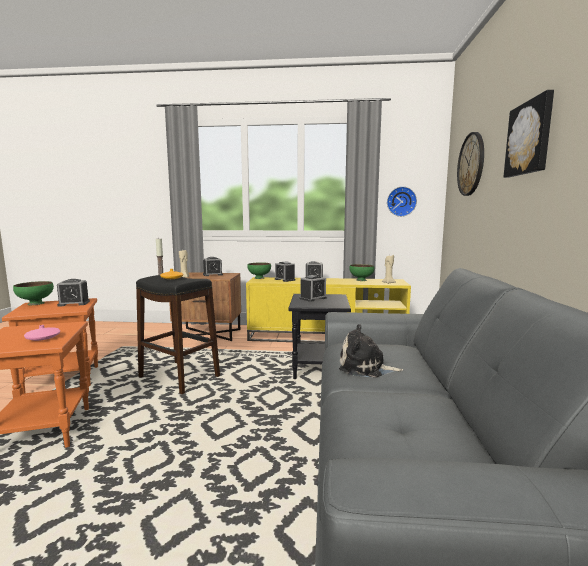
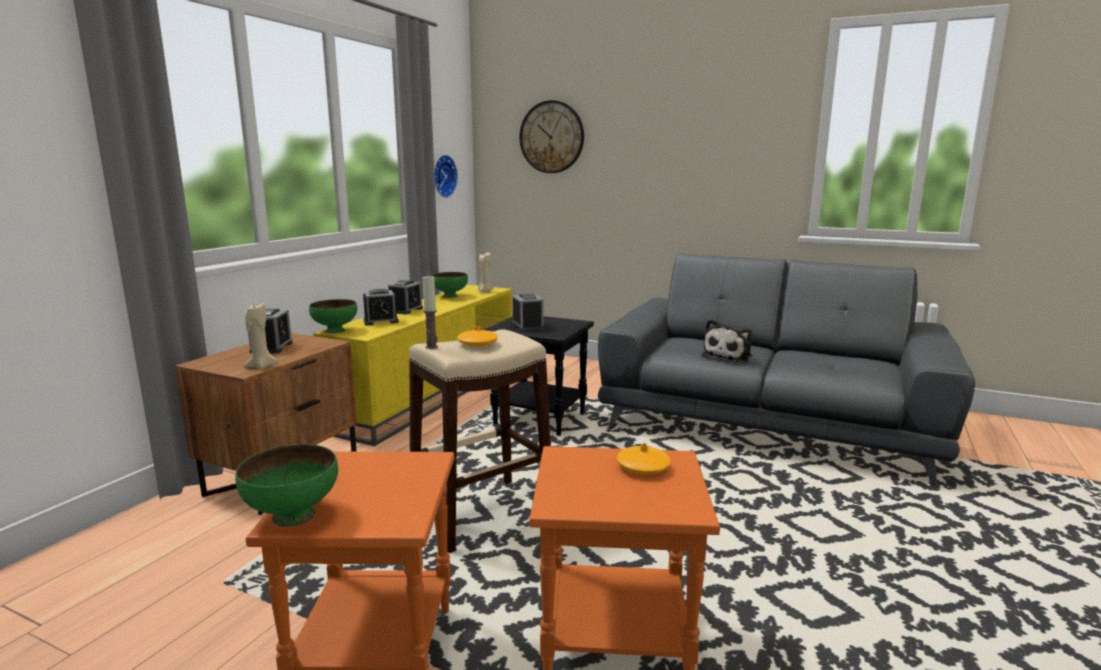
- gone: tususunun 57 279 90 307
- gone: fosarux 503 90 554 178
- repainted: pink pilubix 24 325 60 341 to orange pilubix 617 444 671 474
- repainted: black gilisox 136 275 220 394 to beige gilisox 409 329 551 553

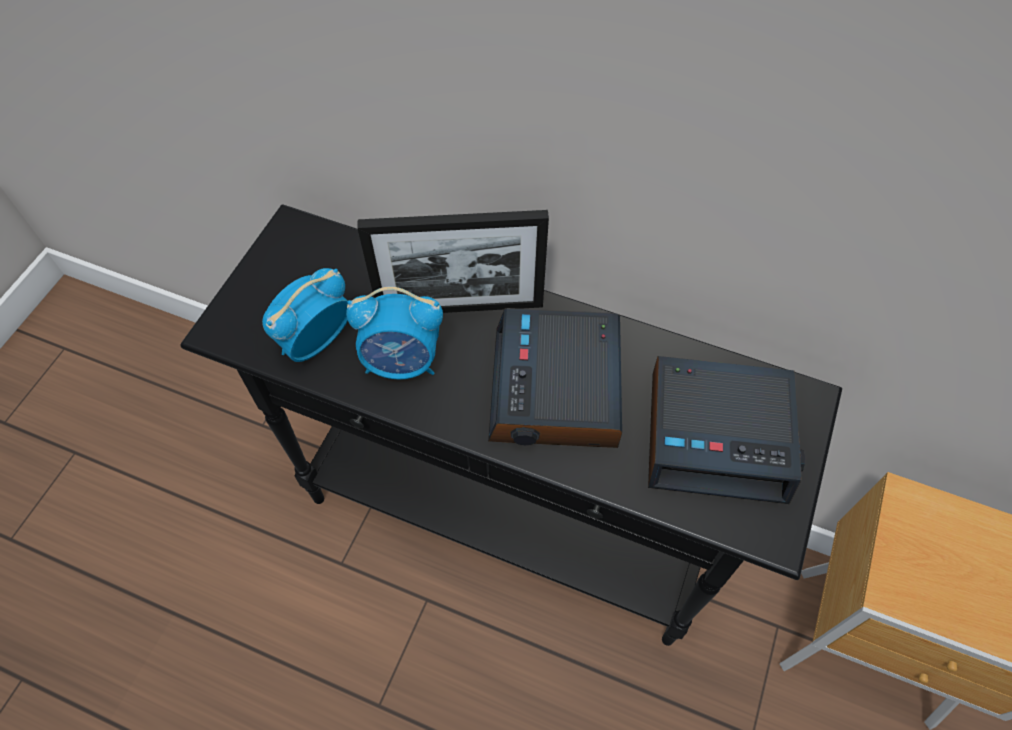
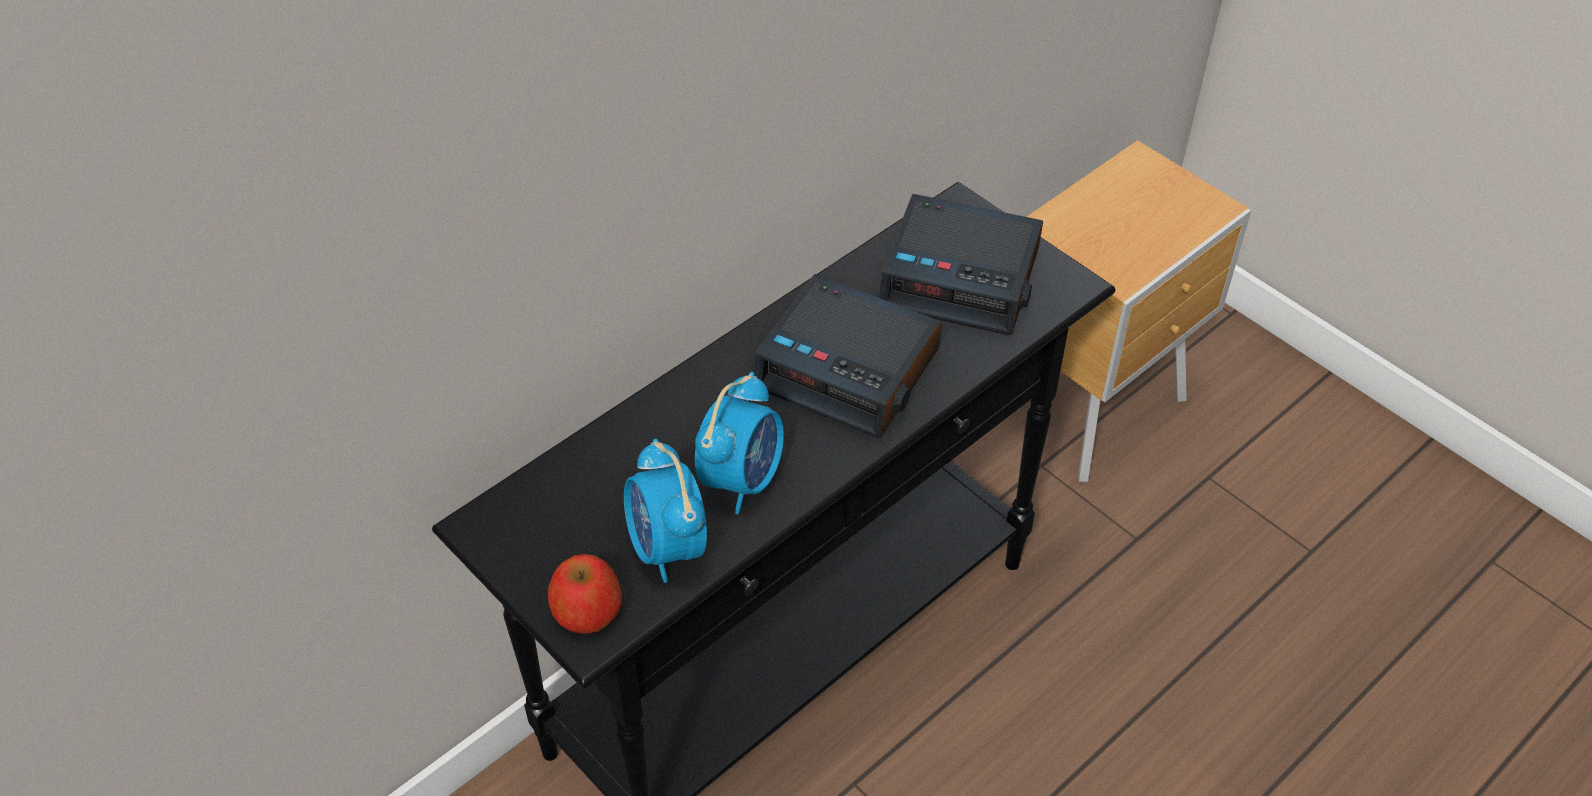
- gone: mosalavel 357 210 549 313
- new: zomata 548 554 622 634
- rotated: tususunun 648 356 805 504 = 879 194 1043 335 75 degrees clockwise

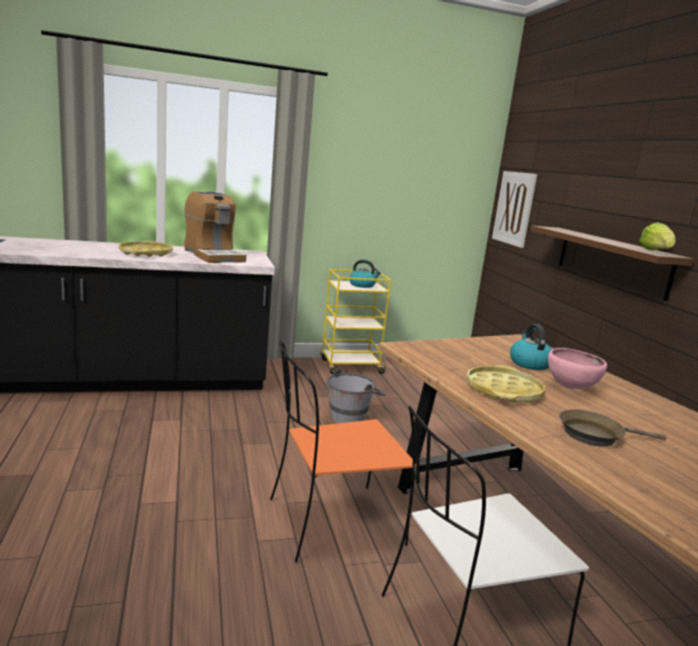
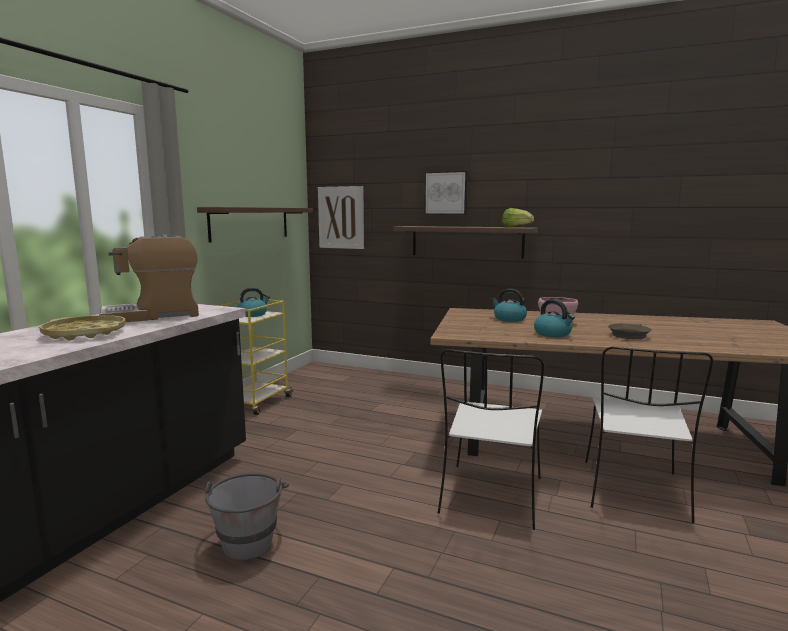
- new: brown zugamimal 197 207 313 243
- new: fosarux 424 171 468 215
- shifted: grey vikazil 326 369 386 424 to 204 473 289 561
- swapped: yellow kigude 466 365 545 403 to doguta 534 299 575 337
- repainted: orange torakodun 270 341 413 563 to white torakodun 438 349 544 530
- rotated: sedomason 184 191 246 263 = 99 234 199 322 150 degrees clockwise

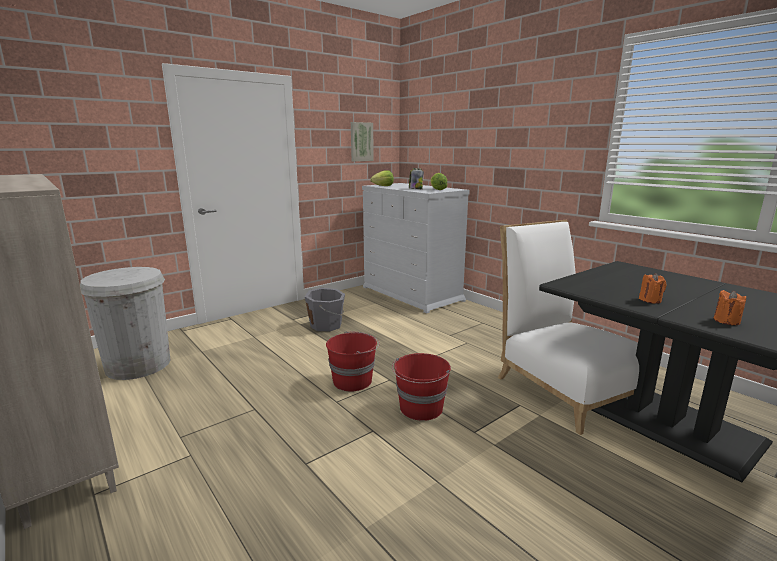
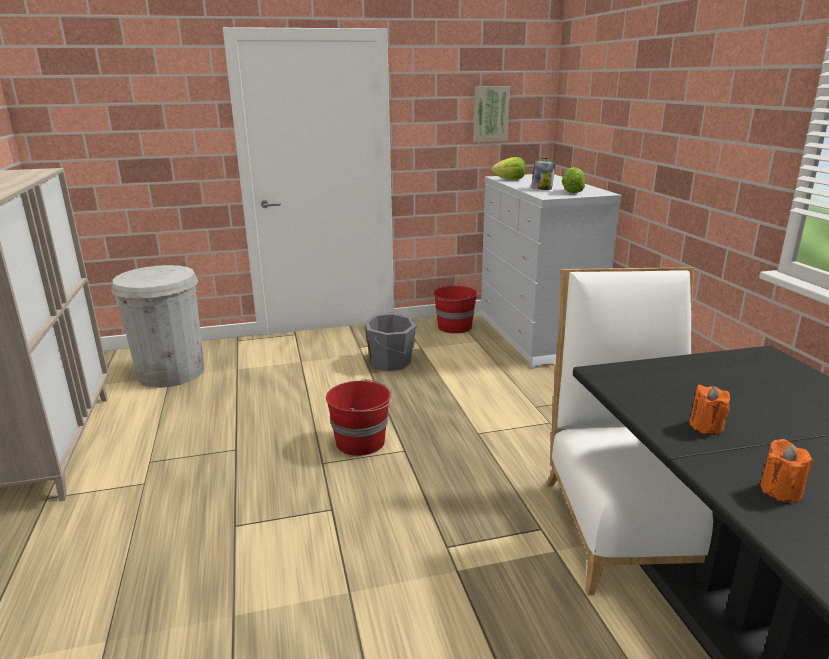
- shifted: red vikazil 392 353 451 421 to 431 286 477 334

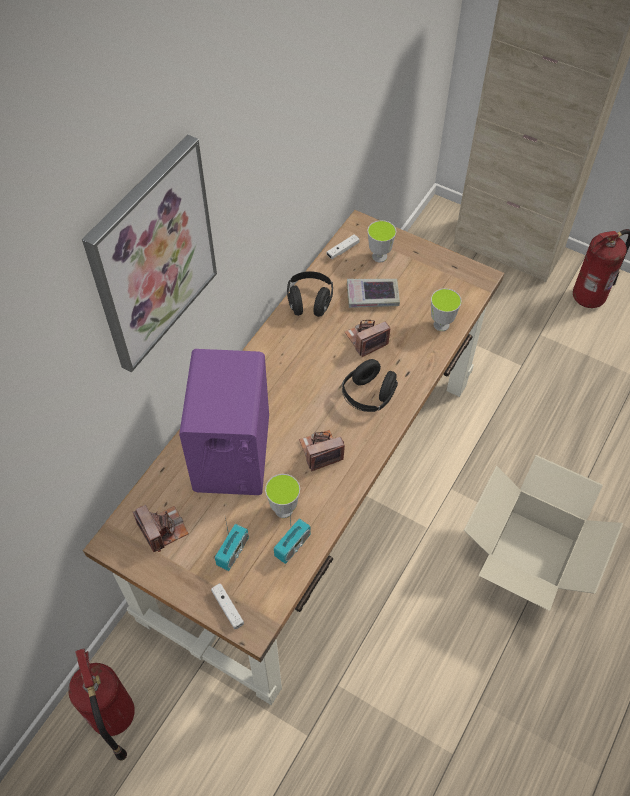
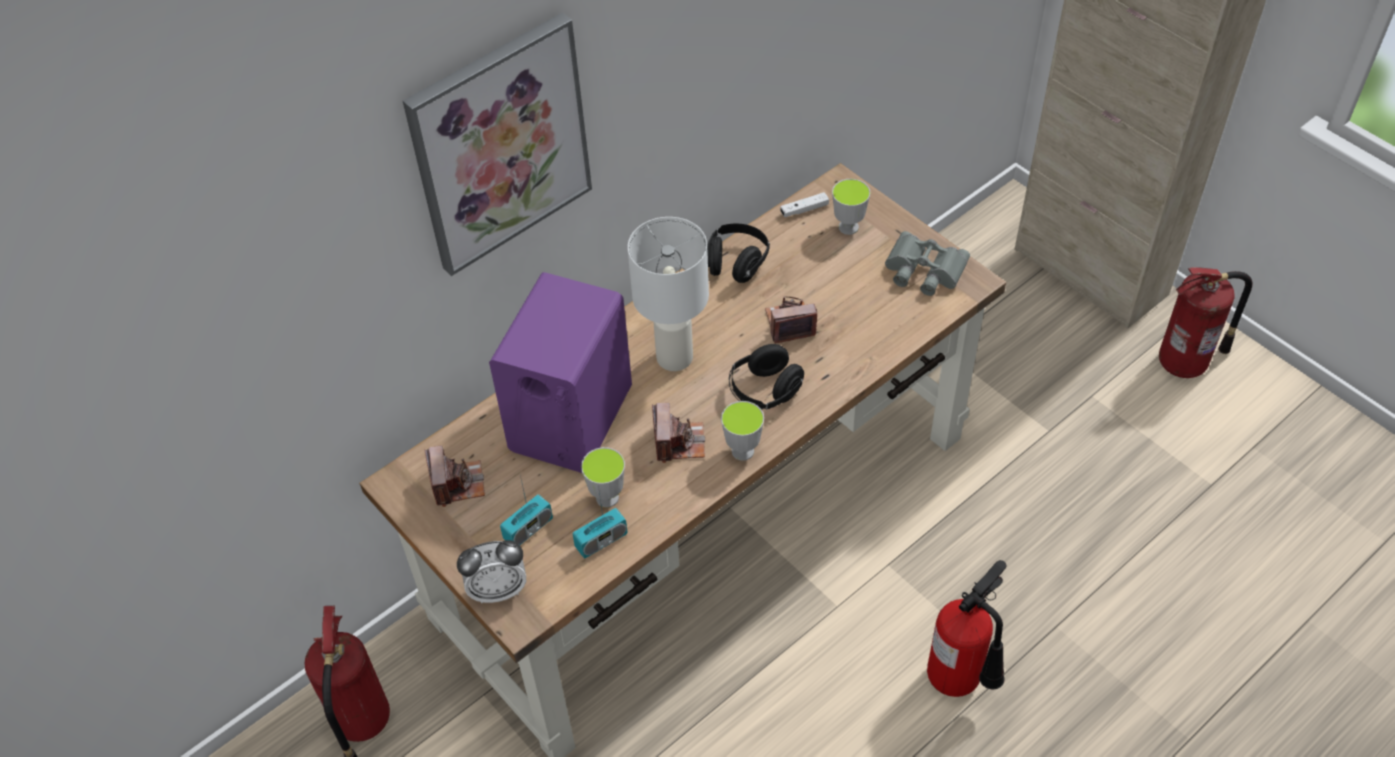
- gone: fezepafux 347 279 400 308
- new: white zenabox 628 217 709 371
- new: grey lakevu 885 231 970 296
- shifted: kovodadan 431 288 461 331 to 721 401 764 461
- swapped: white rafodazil 211 583 244 629 to tususunun 457 540 526 603
- swapped: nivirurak 464 455 623 611 to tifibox 927 560 1006 697
- rotated: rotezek 299 430 345 472 = 652 403 705 463 90 degrees clockwise

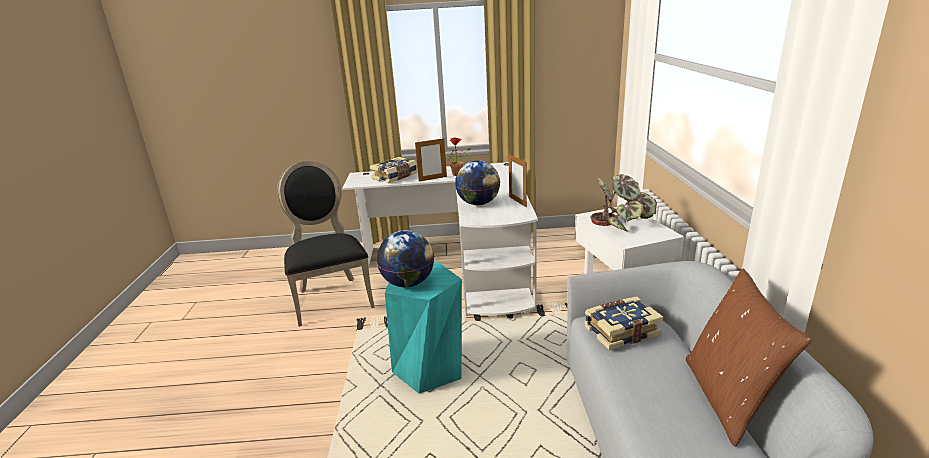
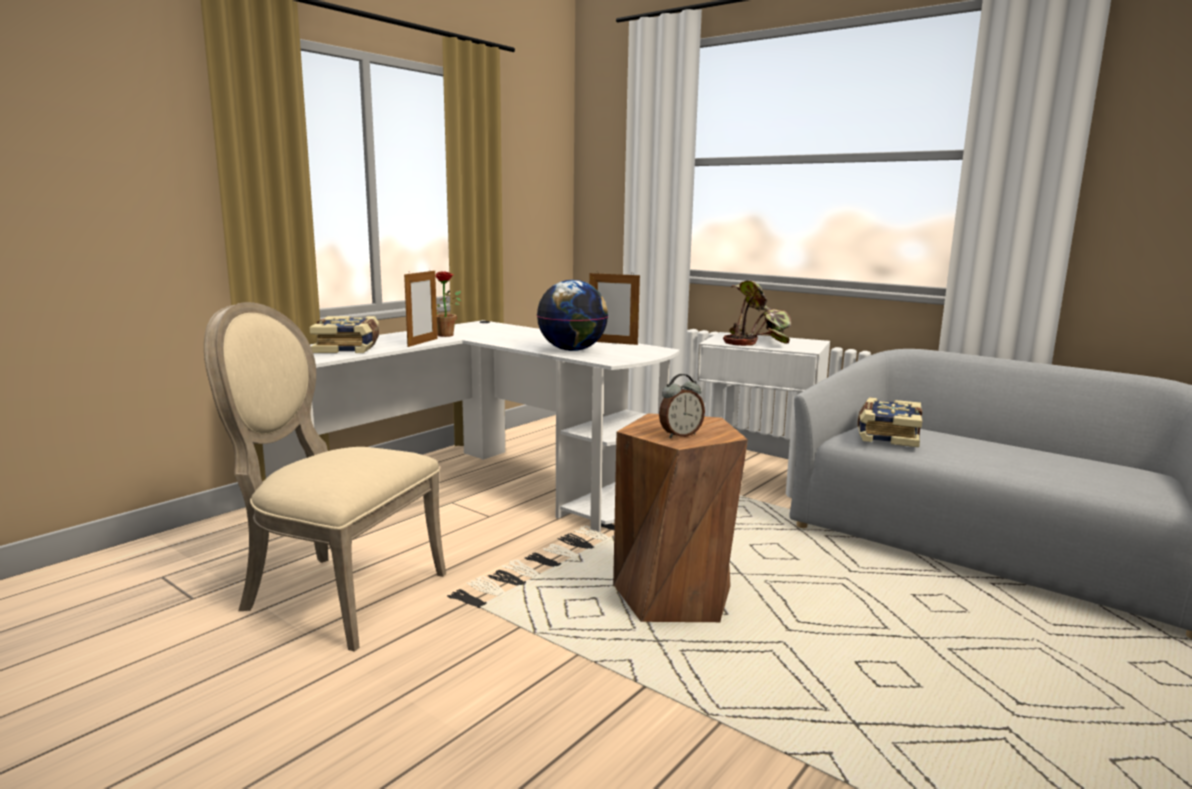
- gone: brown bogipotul 686 268 811 447
- swapped: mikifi 377 230 434 287 to tususunun 659 374 705 438
- repainted: black torakodun 277 161 375 327 to beige torakodun 204 302 446 652
- repainted: turquoise gilisox 385 262 462 394 to brown gilisox 613 413 748 622

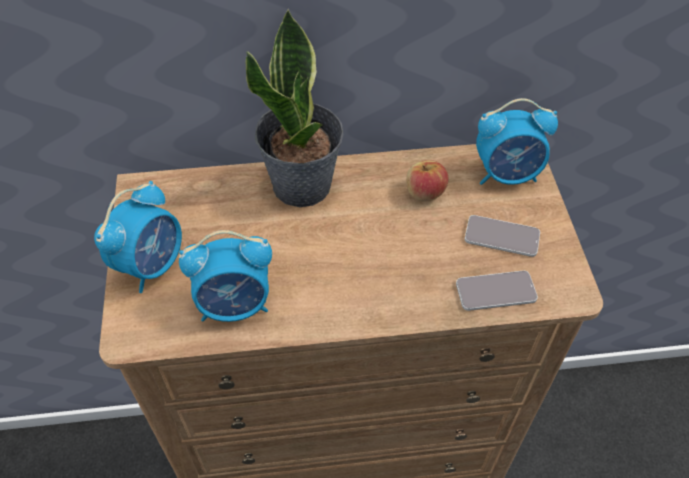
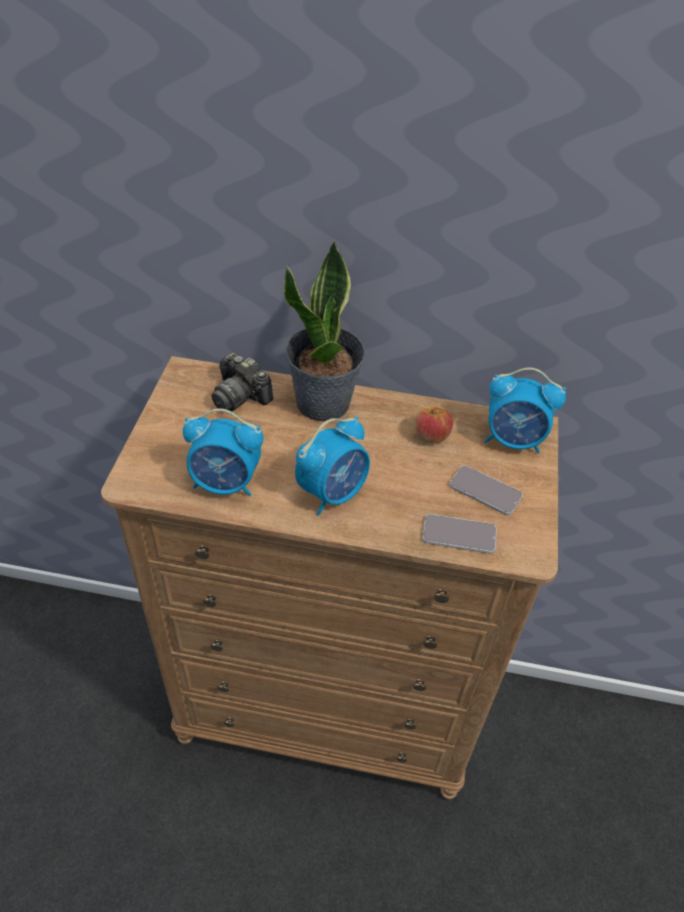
- new: rotezek 211 352 273 411
- shifted: tususunun 94 181 182 293 to 295 416 370 515

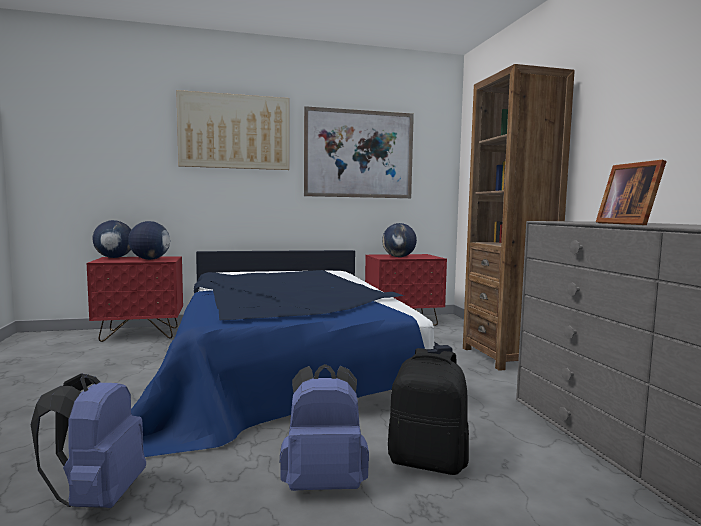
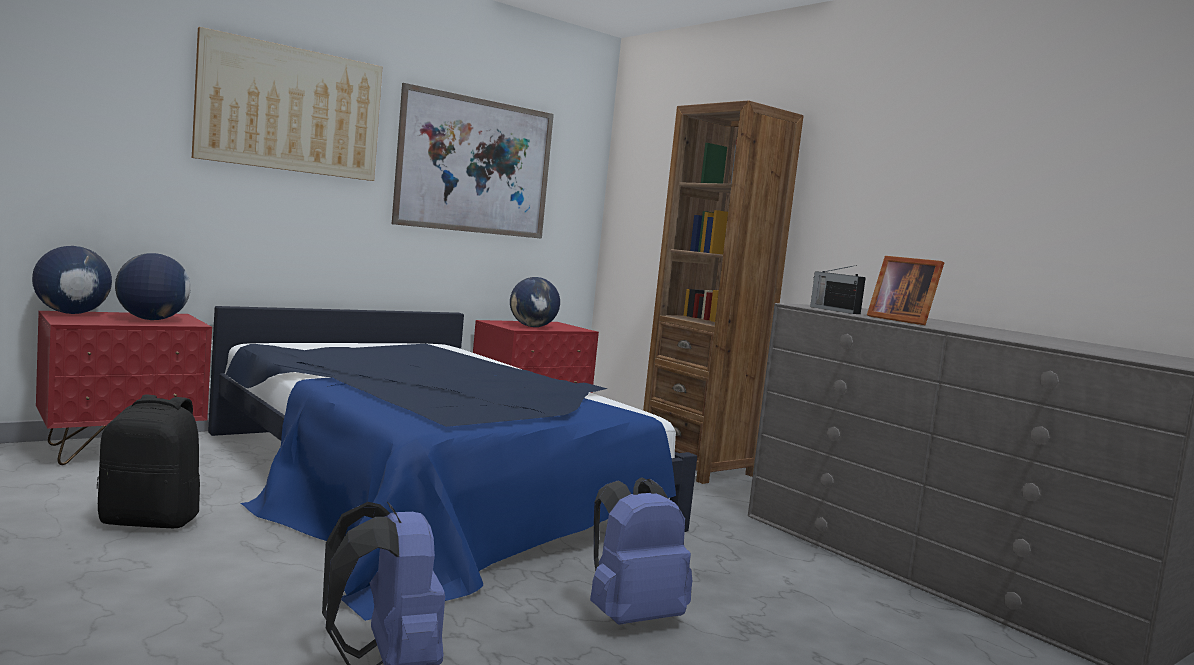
- new: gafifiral 810 265 866 314
- shifted: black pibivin 388 348 469 475 to 97 395 200 528

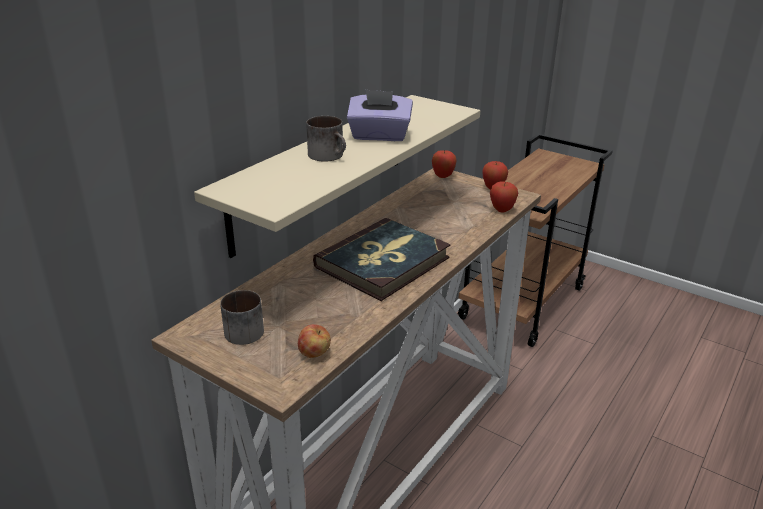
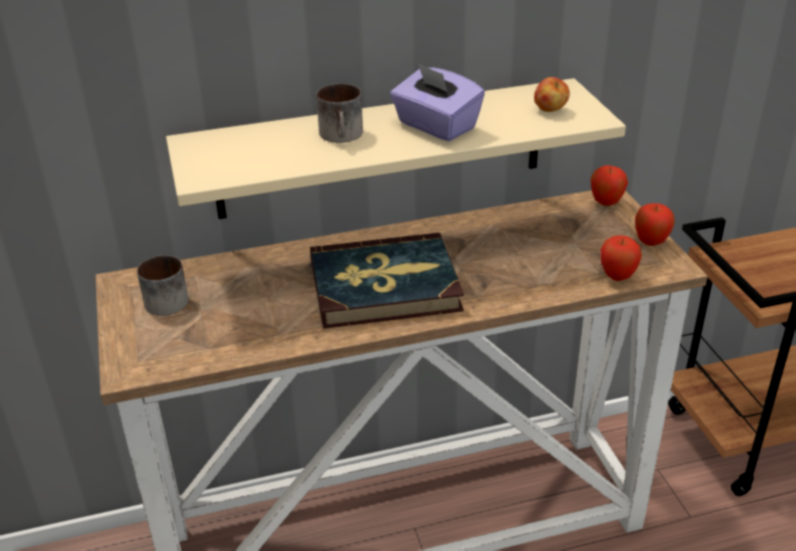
- shifted: zomata 298 324 331 358 to 534 77 570 112

